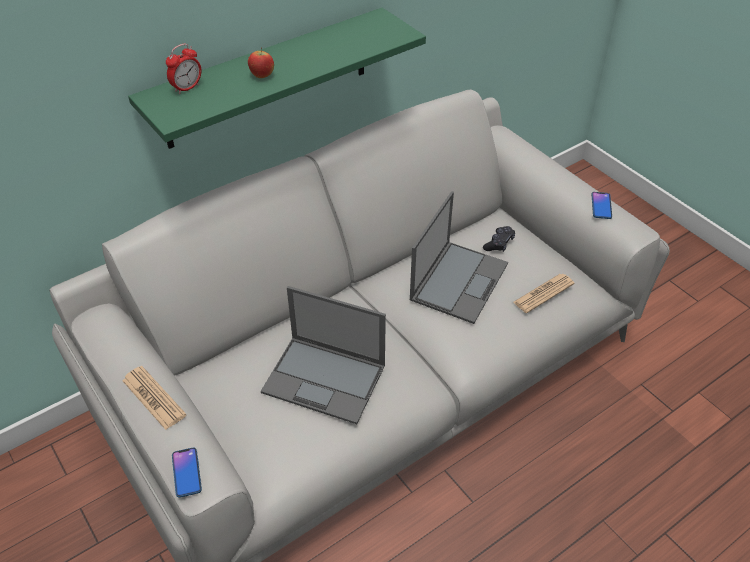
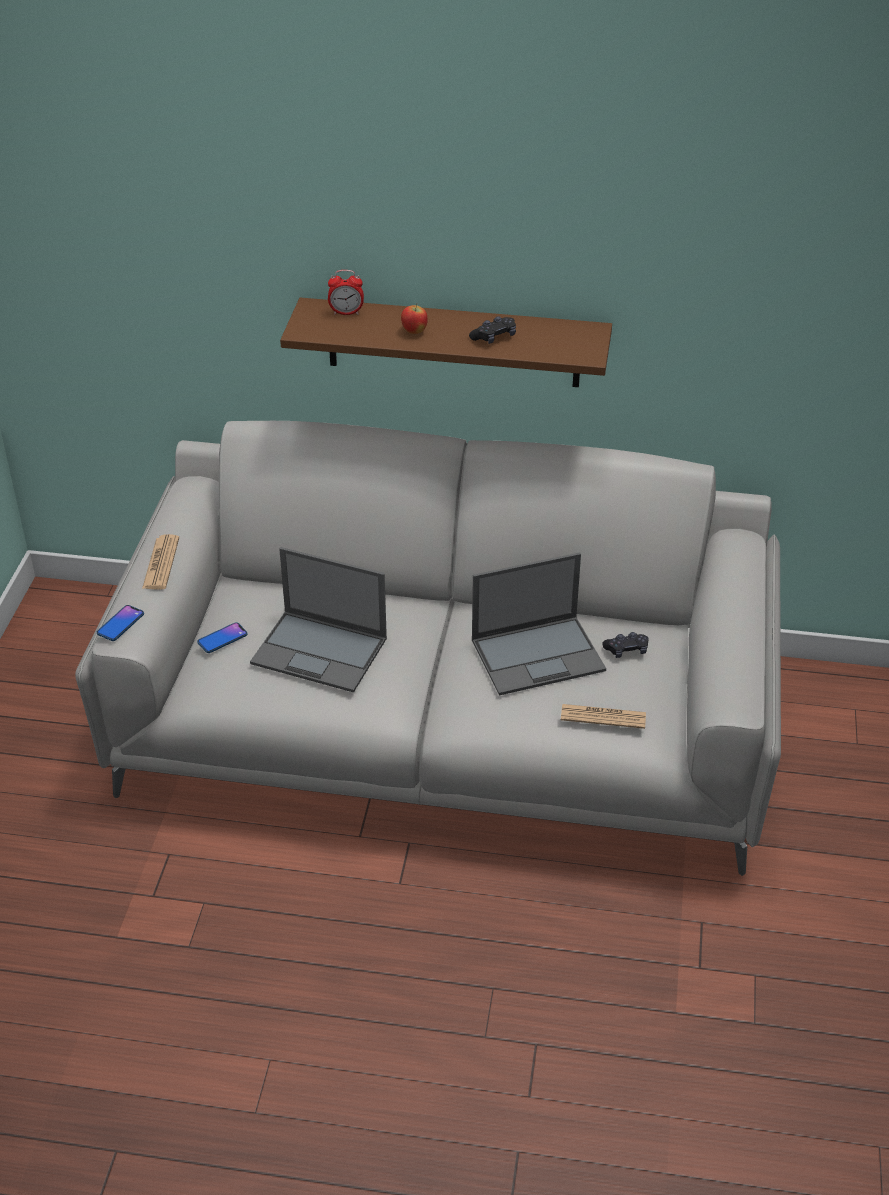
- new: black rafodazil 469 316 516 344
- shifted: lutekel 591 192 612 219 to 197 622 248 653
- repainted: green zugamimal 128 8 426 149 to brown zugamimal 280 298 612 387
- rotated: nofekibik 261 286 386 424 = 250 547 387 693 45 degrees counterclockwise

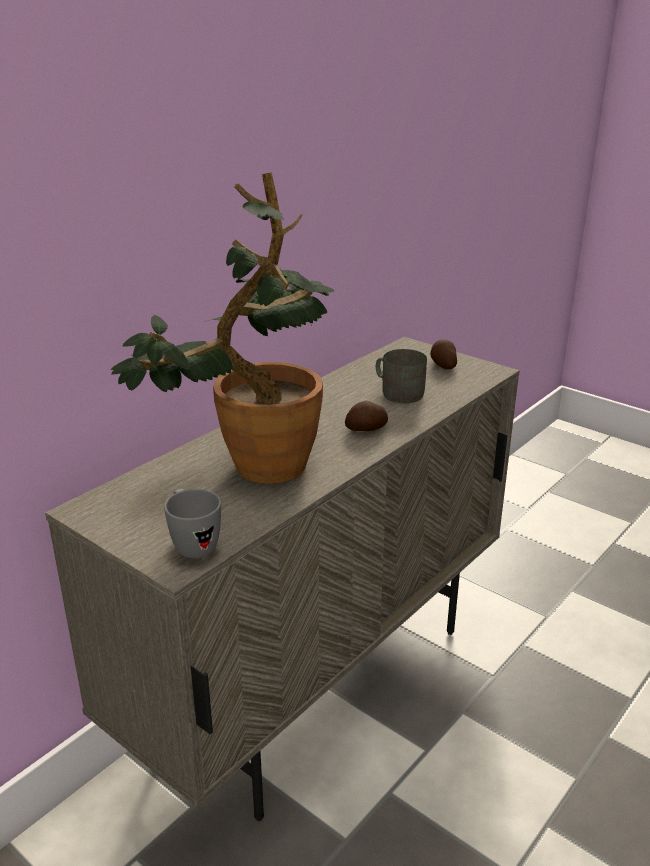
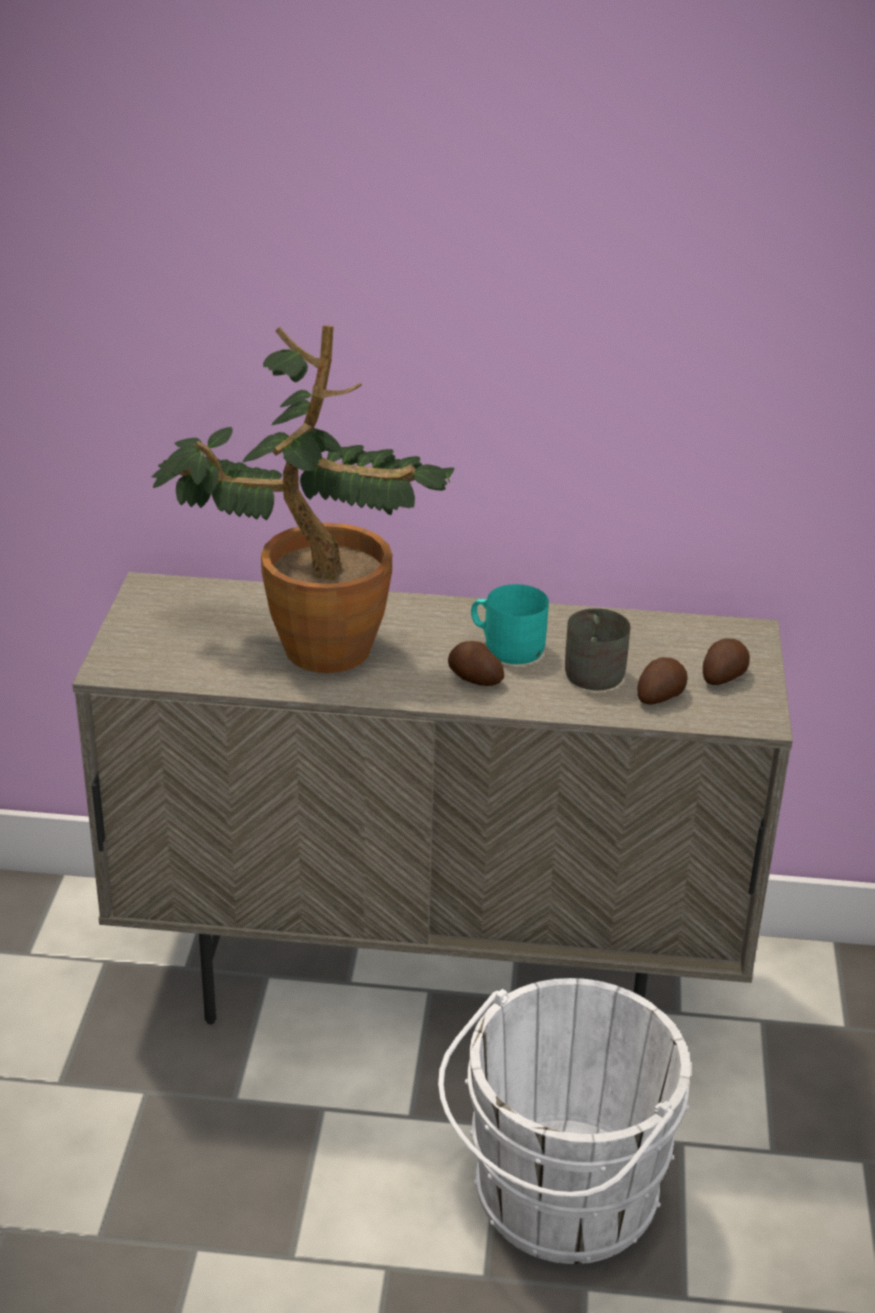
- gone: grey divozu 164 489 221 558
- new: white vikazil 438 978 691 1264
- new: turquoise divozu 471 584 549 664
- new: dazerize 638 657 688 705

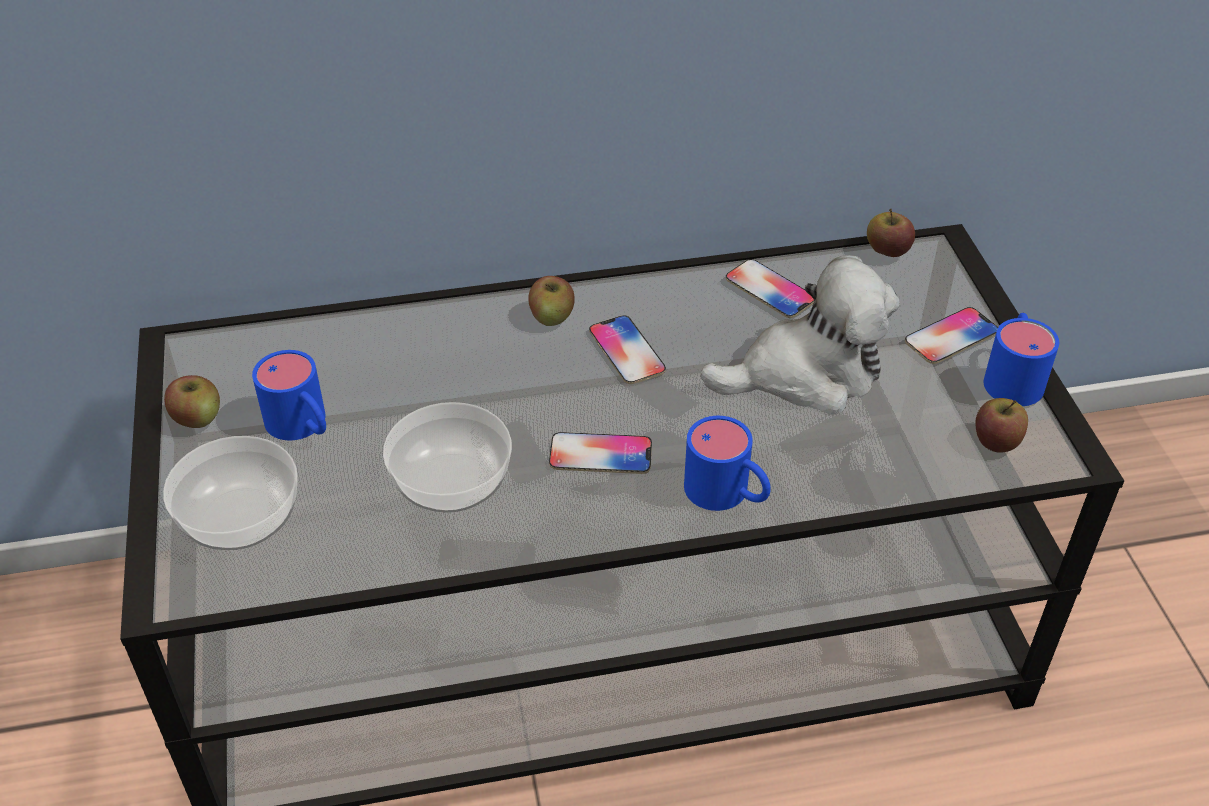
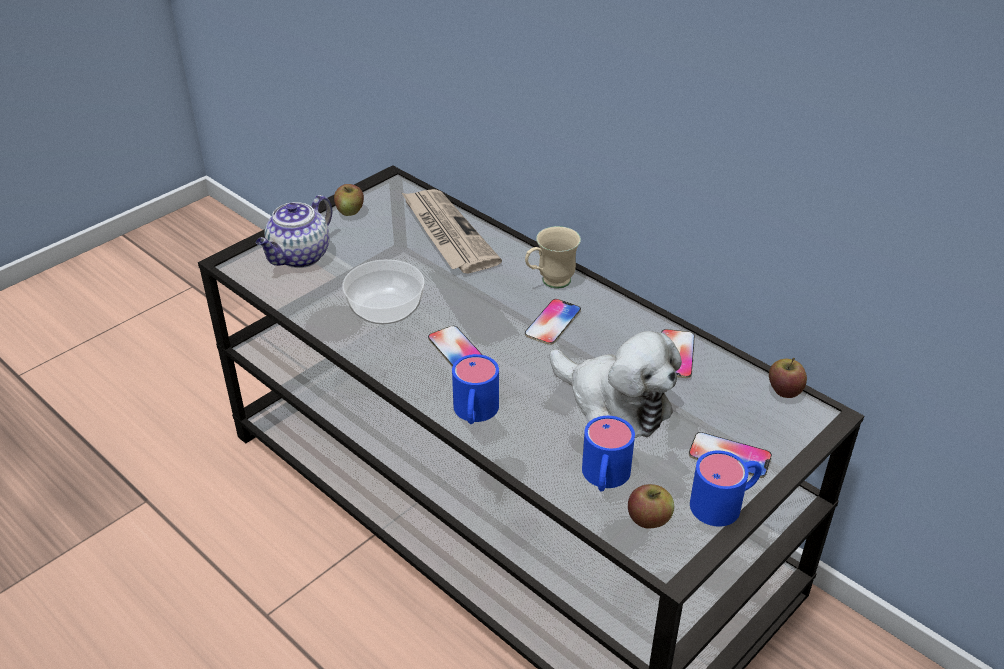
- new: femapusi 402 189 502 274
- shifted: blue divozu 252 350 326 440 to 582 416 635 492
- swapped: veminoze 163 436 298 550 to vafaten 256 195 332 268
- swapped: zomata 528 276 575 326 to beige divozu 525 226 581 289

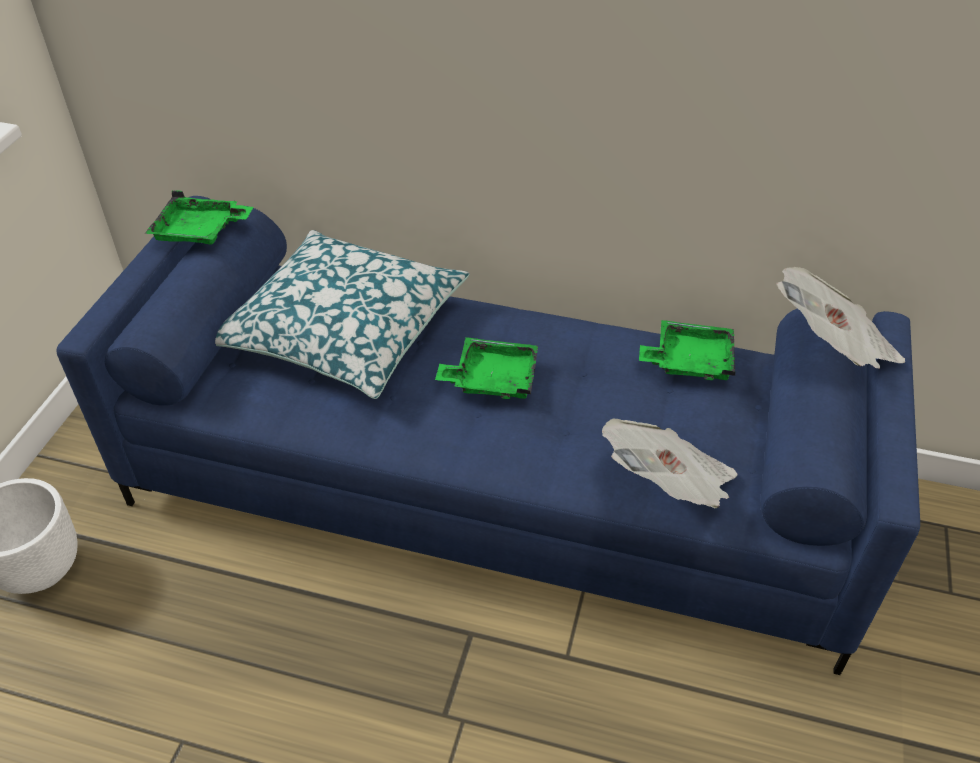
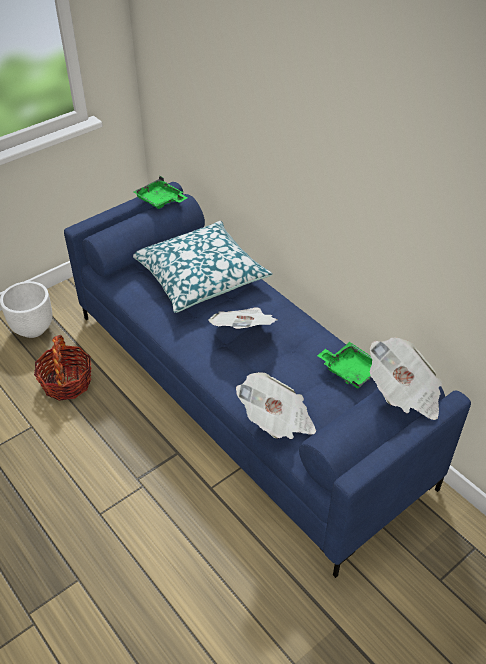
- new: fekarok 34 335 91 401
- swapped: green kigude 435 337 538 399 to femapusi 209 307 277 329

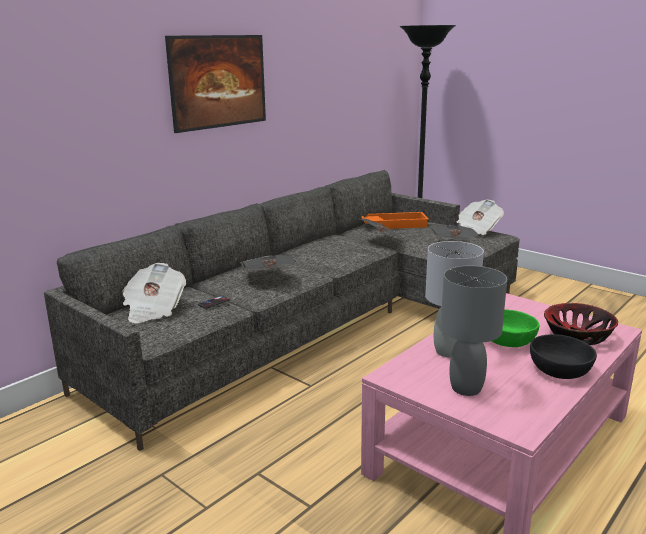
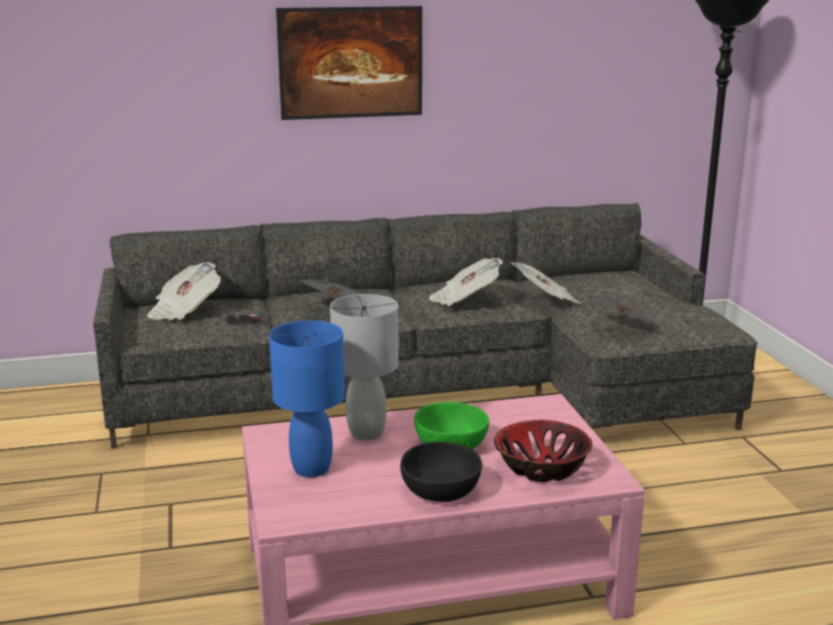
- gone: orange kigude 361 212 429 229
- shifted: femapusi 457 200 504 235 to 429 258 503 306
- repainted: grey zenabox 441 266 507 396 to blue zenabox 269 320 345 477

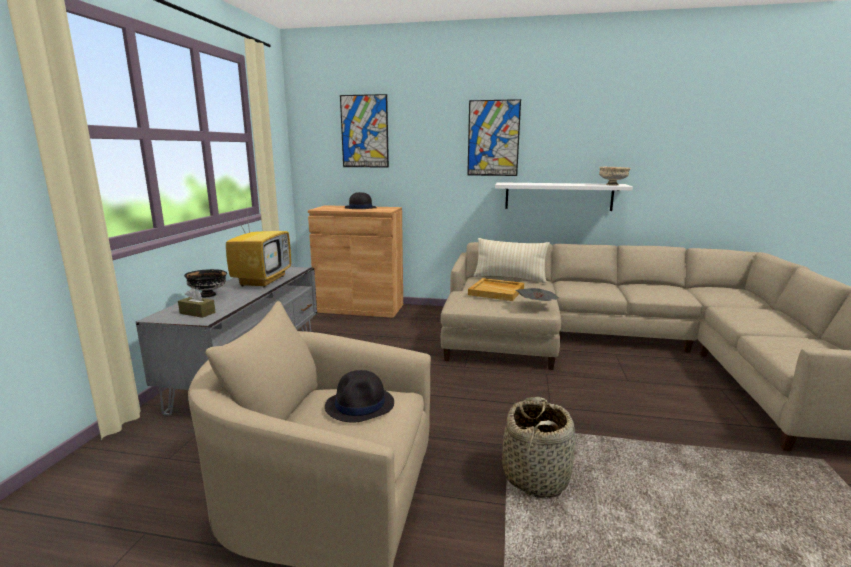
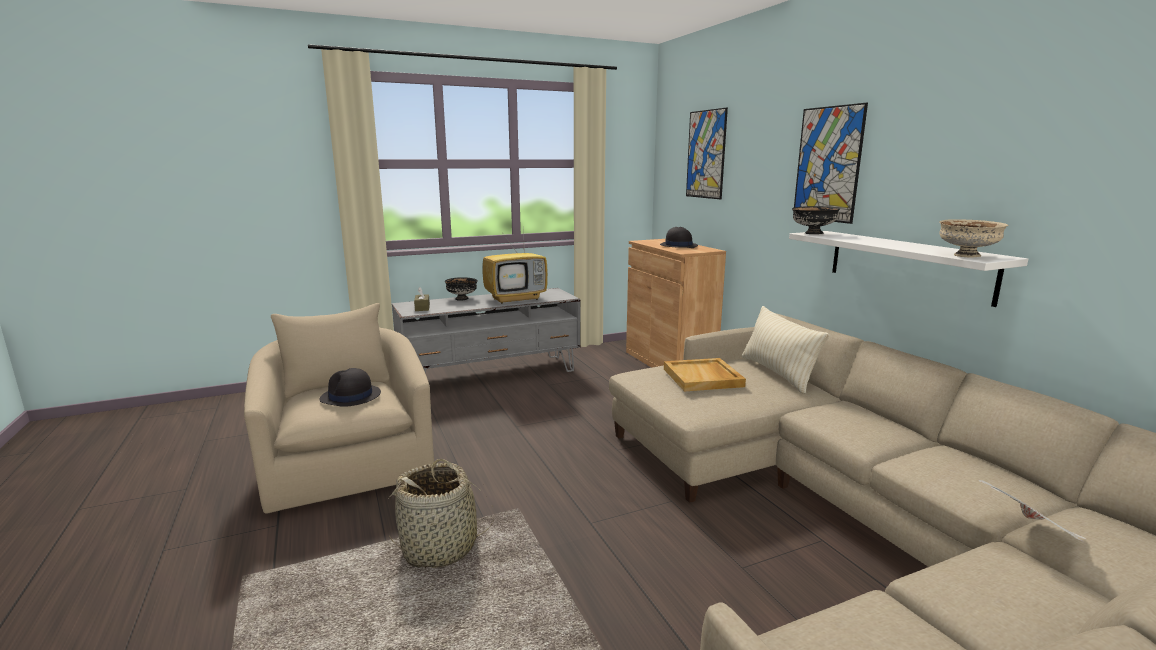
- new: black veminoze 792 206 840 234
- shifted: femapusi 516 288 559 301 to 978 480 1086 542

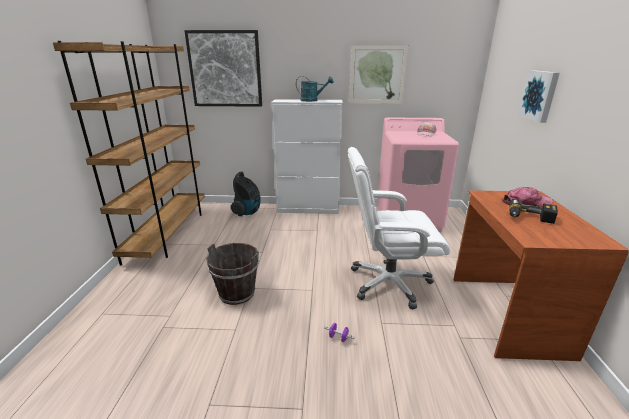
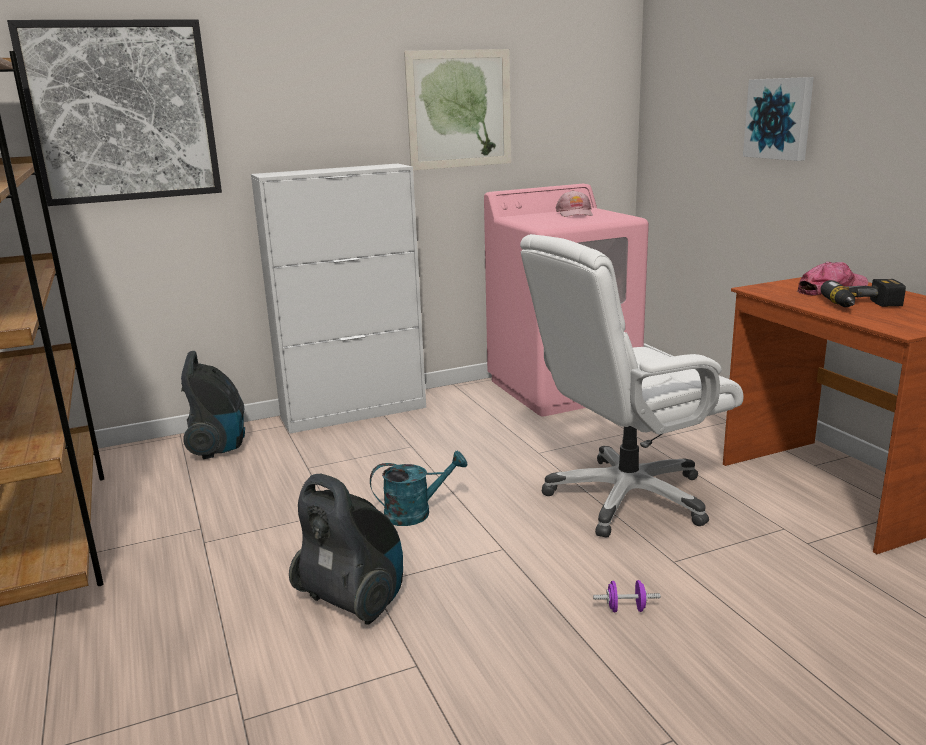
- shifted: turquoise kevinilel 296 76 334 102 to 370 451 467 526
- swapped: brown vikazil 206 243 259 305 to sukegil 289 474 403 625

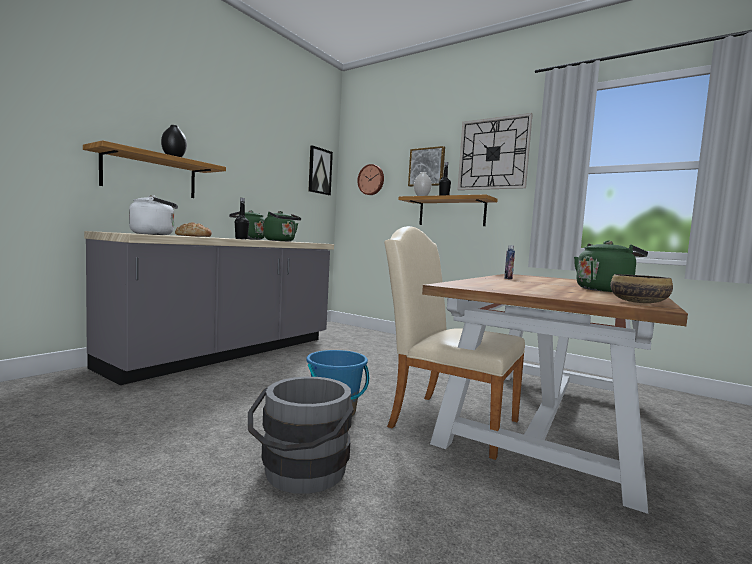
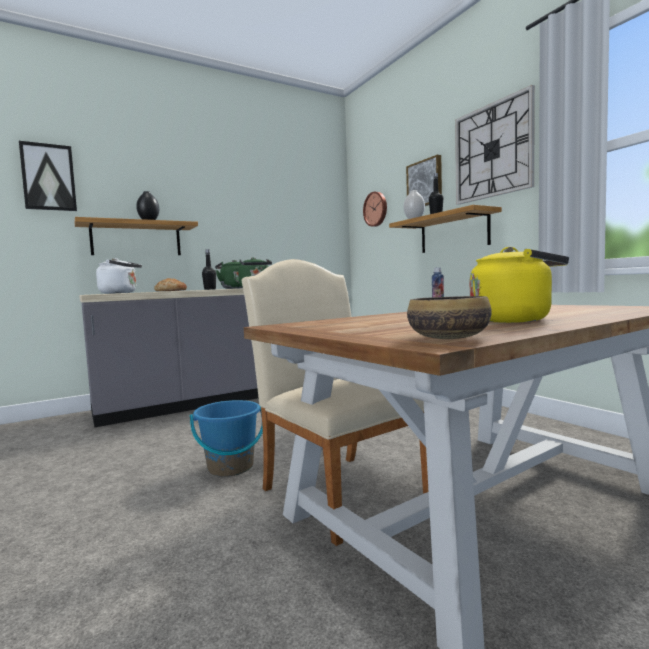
- gone: grey vikazil 248 377 354 494
- shifted: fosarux 308 145 333 195 to 19 141 77 211
- repainted: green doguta 574 241 648 292 to yellow doguta 470 247 569 323

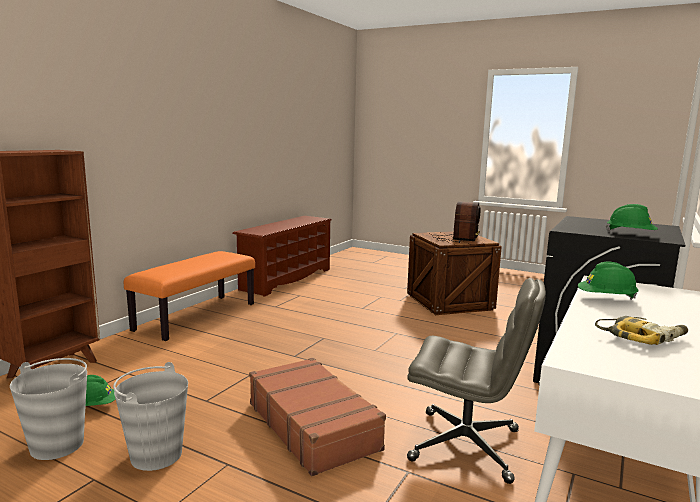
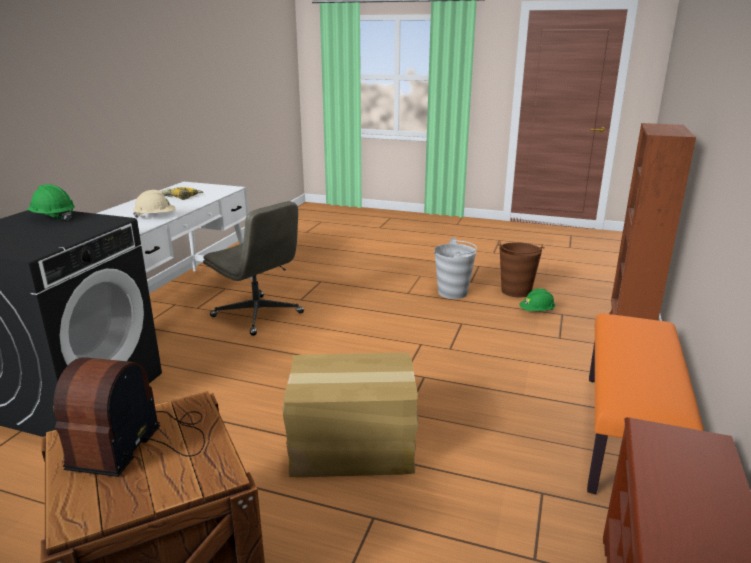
- gone: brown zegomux 249 358 386 476
- new: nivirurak 283 353 418 477
- repainted: grey vikazil 10 358 87 460 to brown vikazil 498 242 545 298
- repainted: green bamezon 578 262 638 300 to beige bamezon 133 190 176 218
- rotated: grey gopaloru 407 278 546 484 = 203 201 304 336 150 degrees counterclockwise

